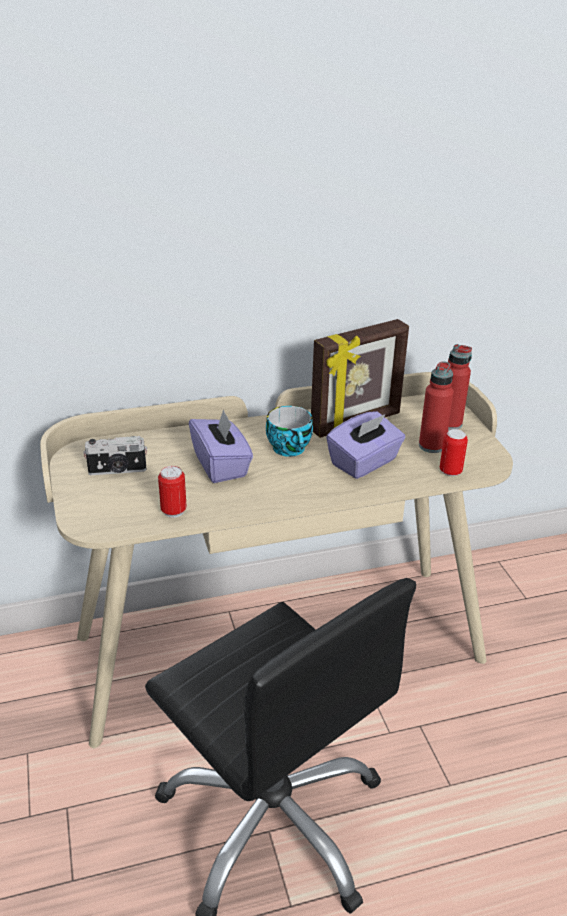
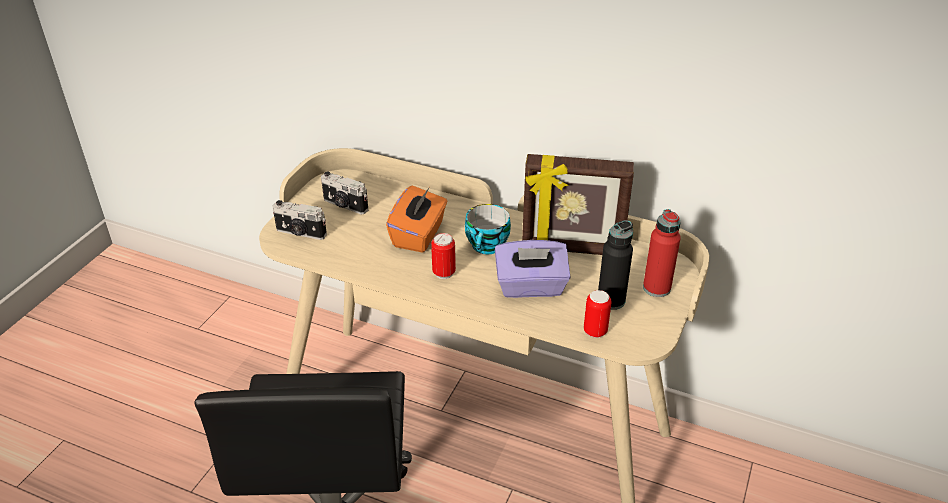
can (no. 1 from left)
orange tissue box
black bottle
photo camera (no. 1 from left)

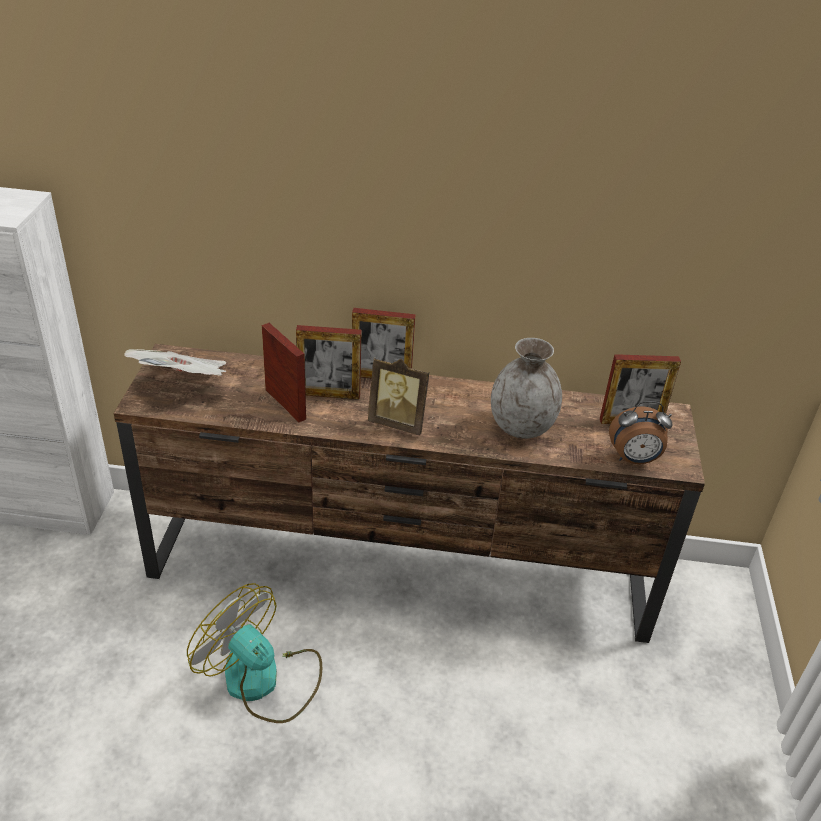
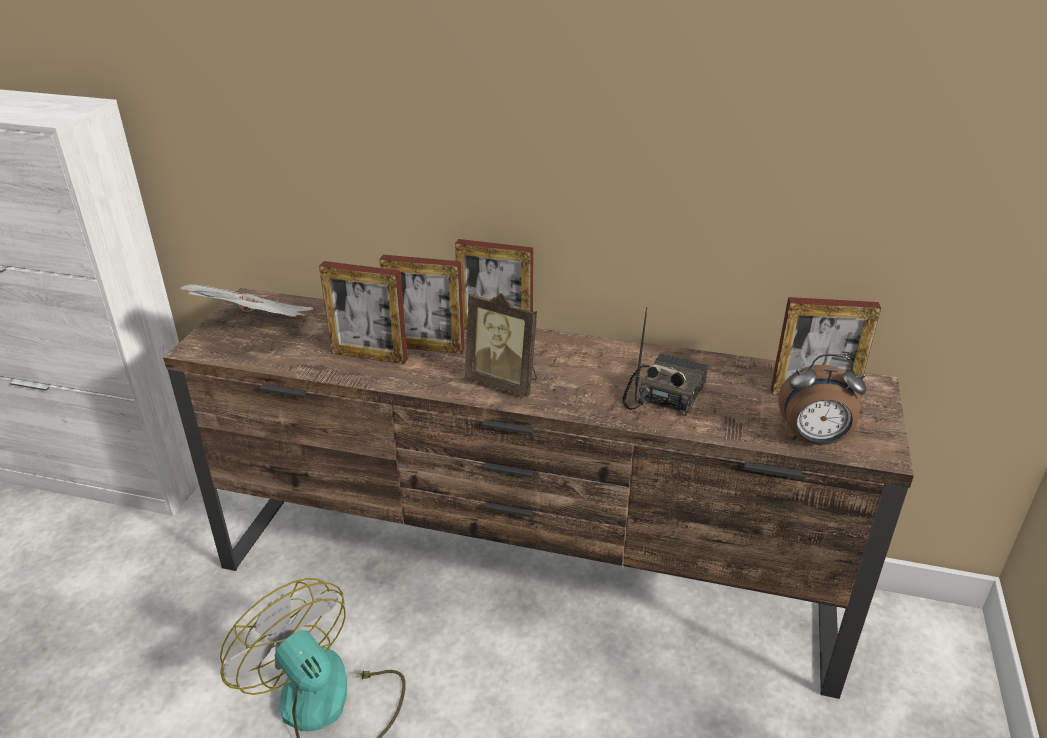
picture frame (no. 1 from left)
radio

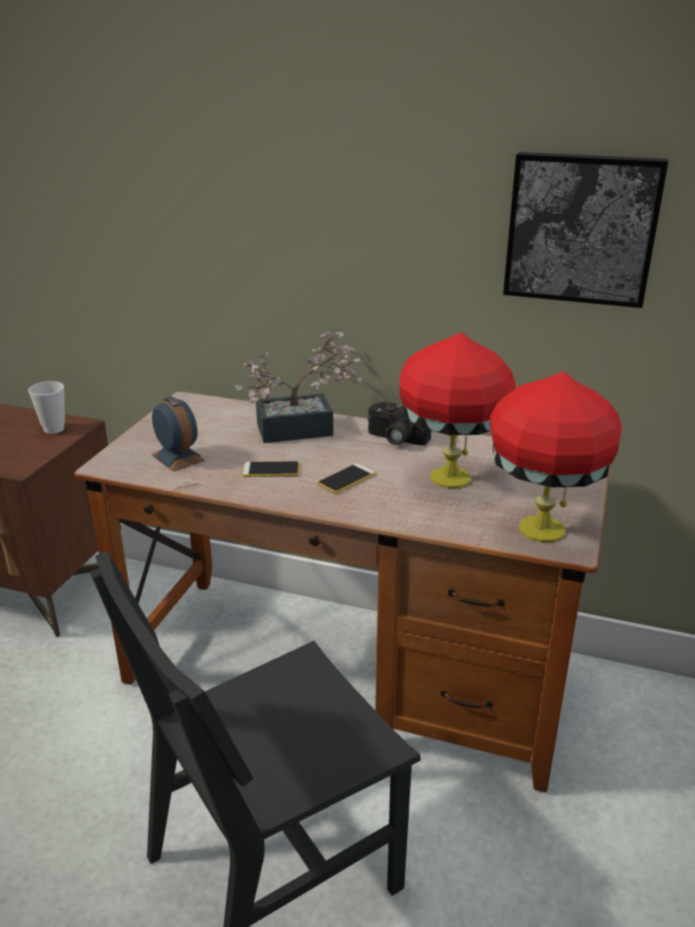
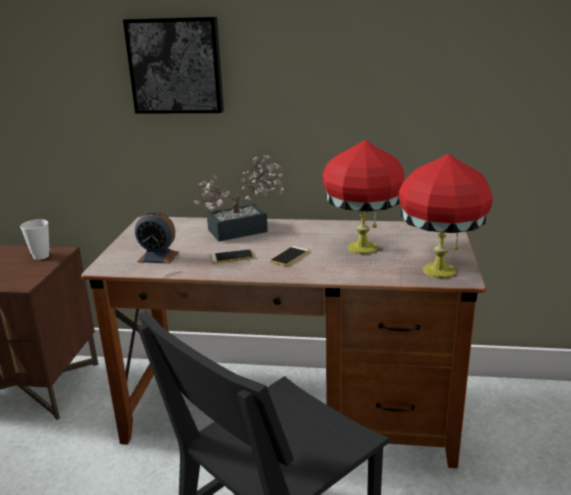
alarm clock
photo camera
picture

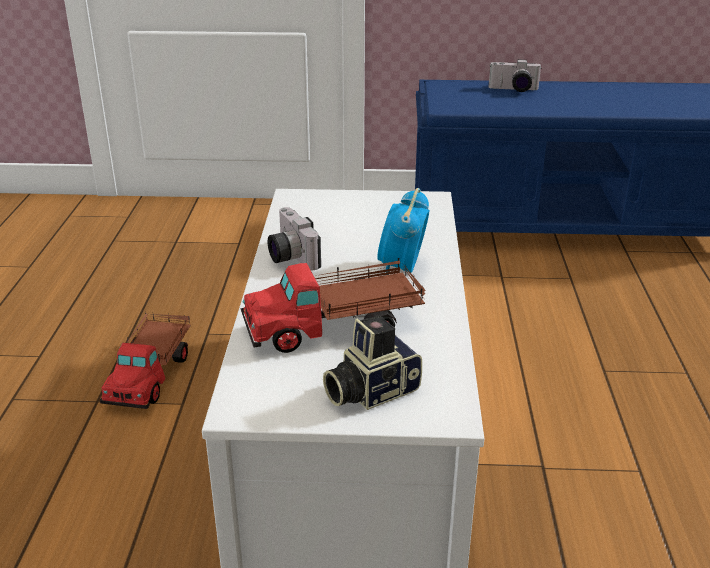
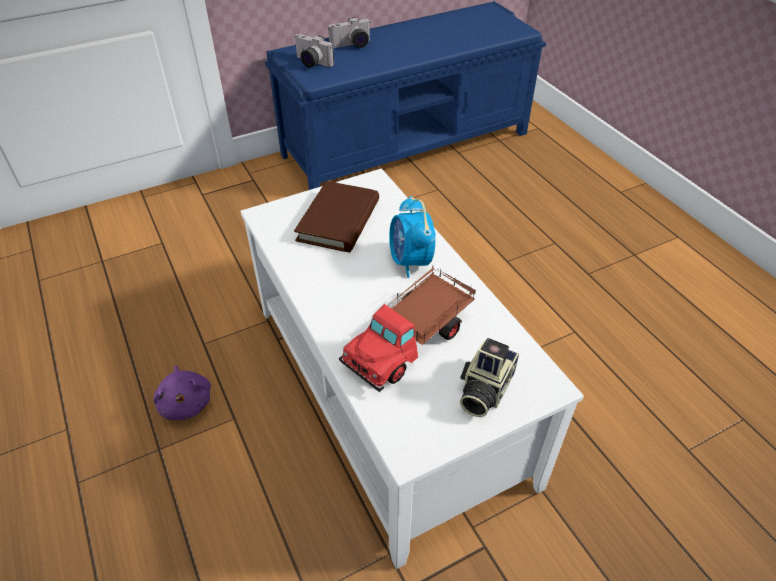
purple plush toy
photo camera (no. 1 from left)
brown book

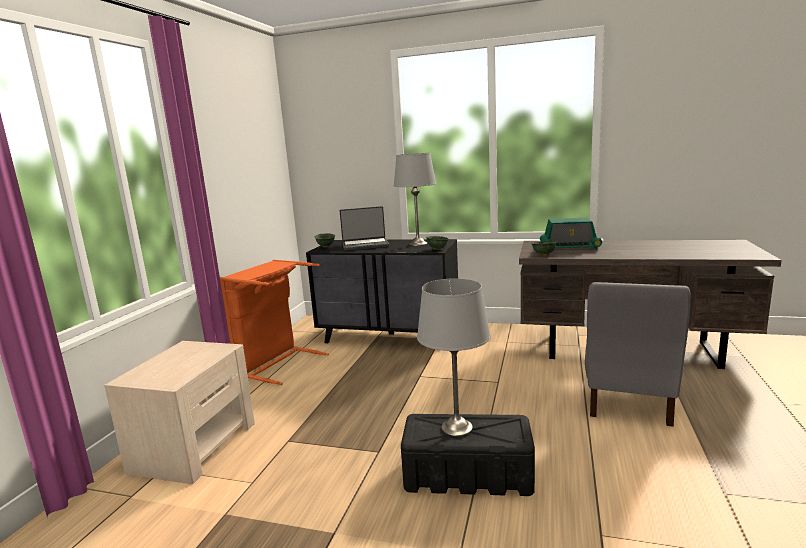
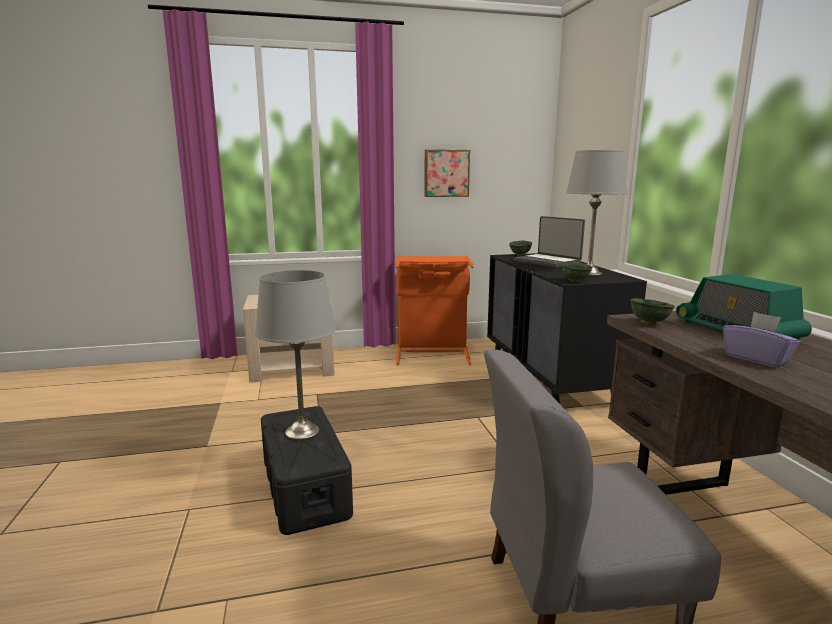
picture
purple tissue box

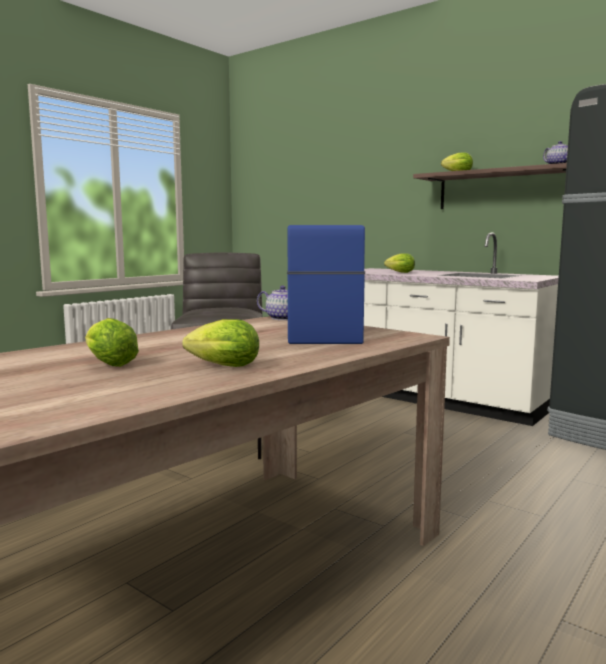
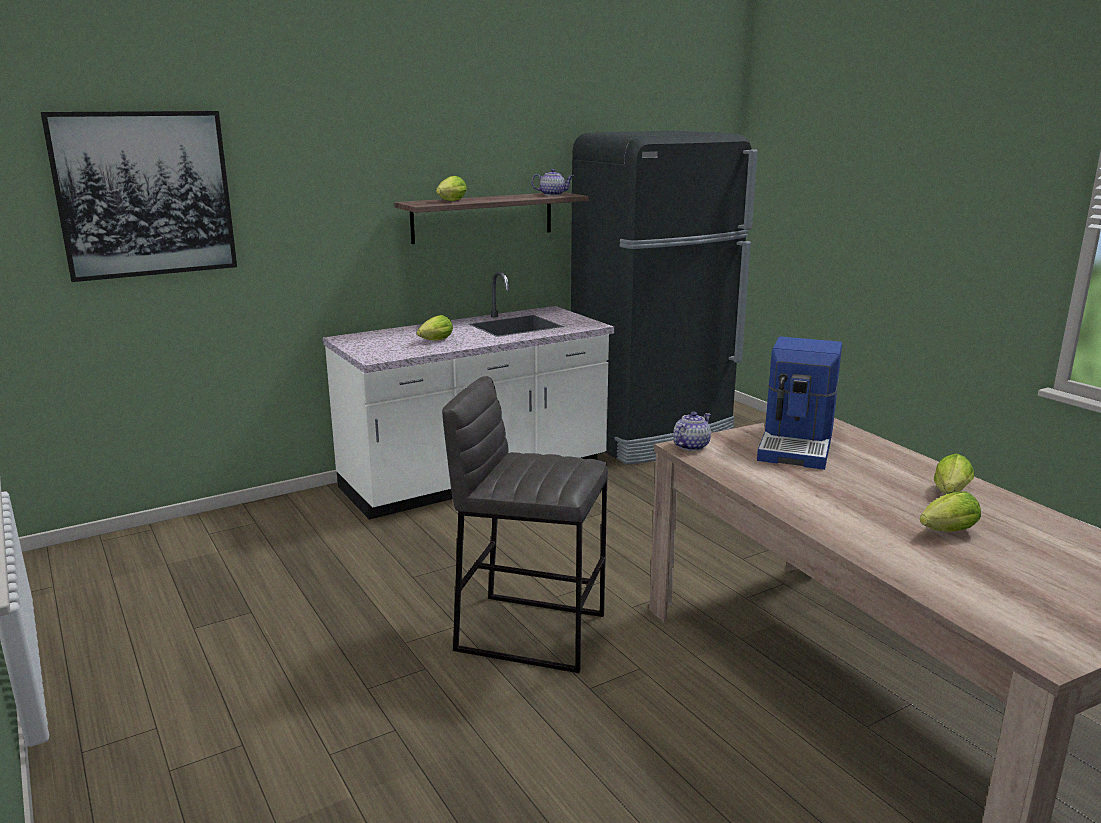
coffee machine
picture

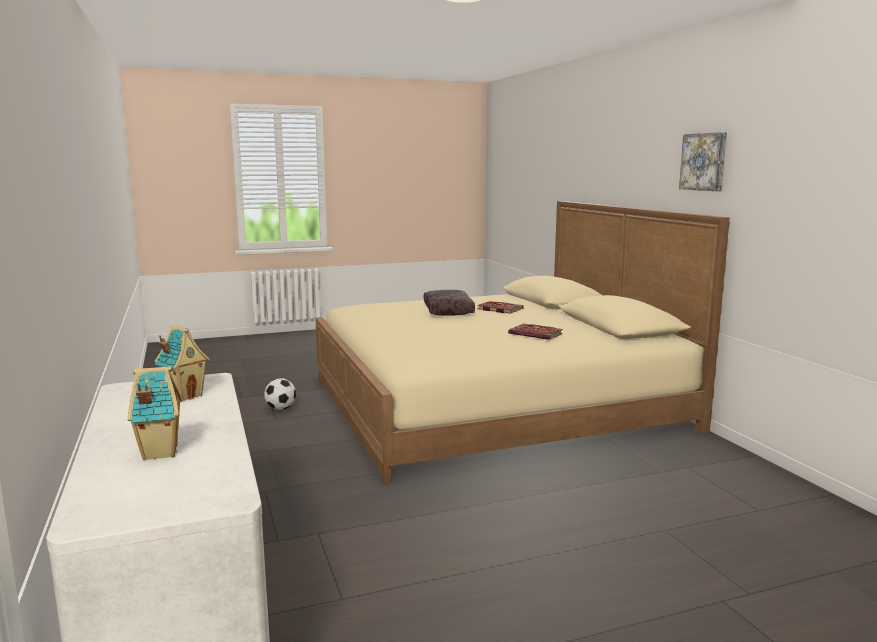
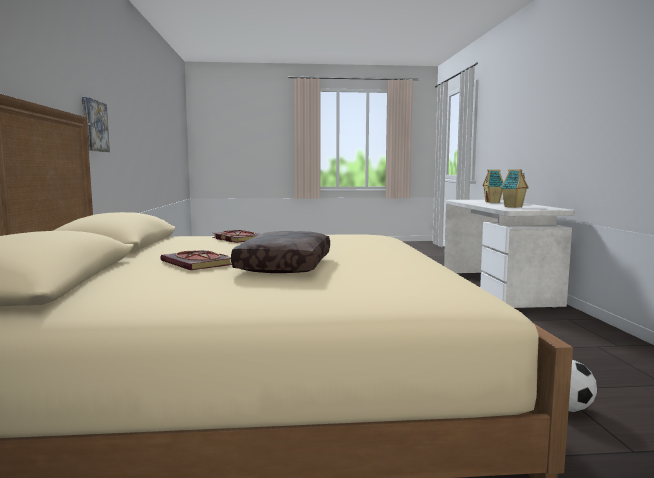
picture

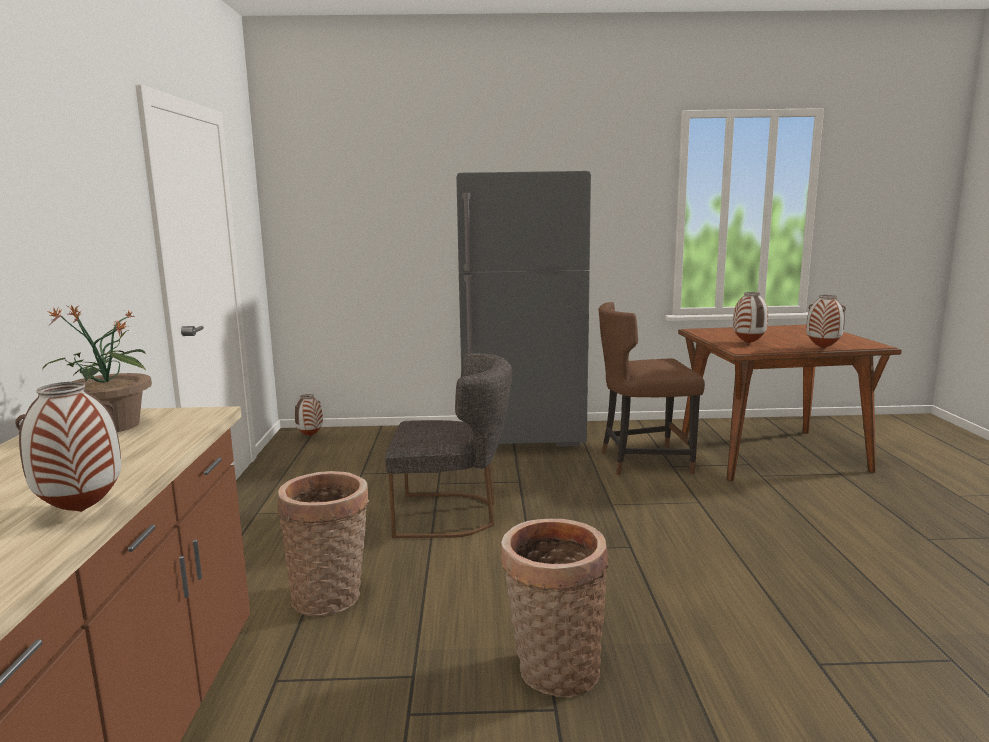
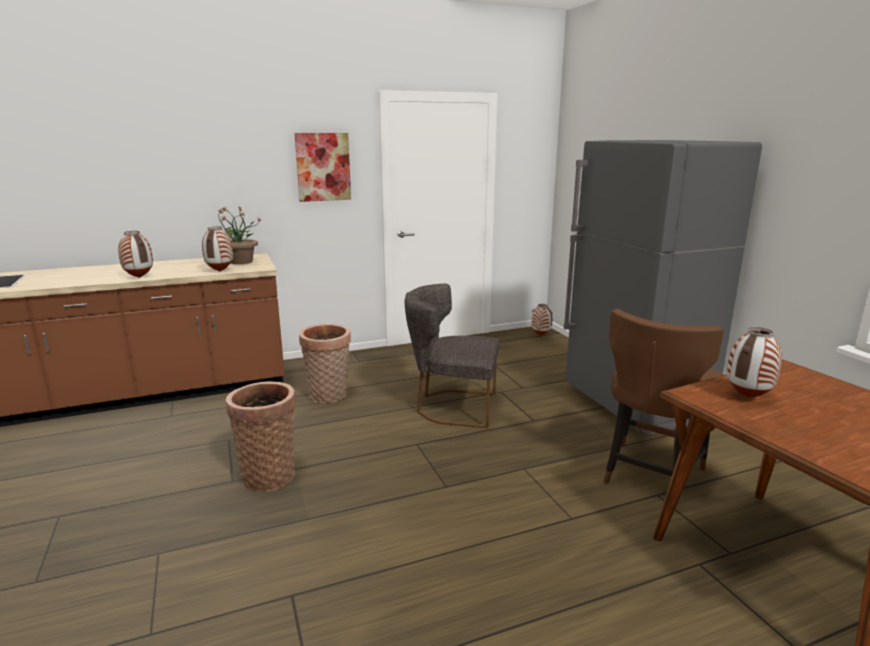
grey chair
brown chair
vase (no. 2 from left)
picture

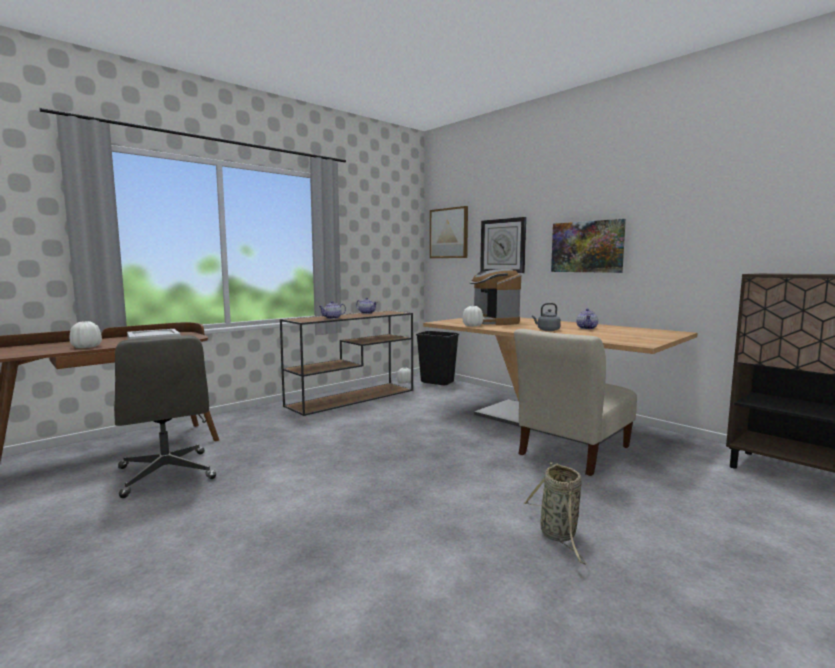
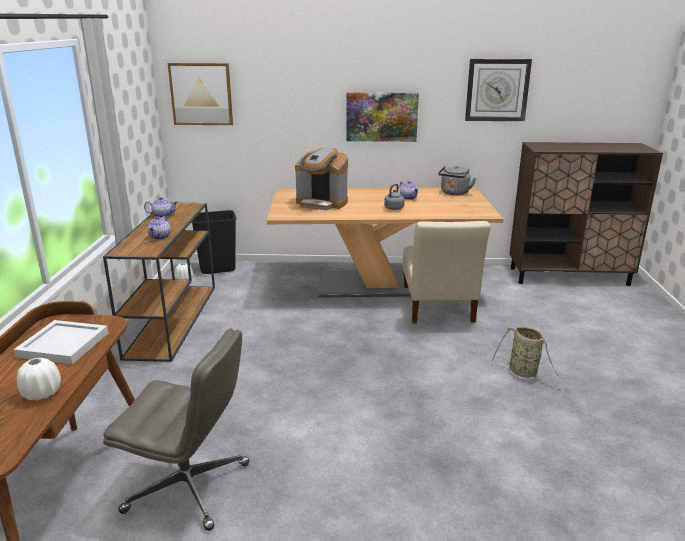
white vase (no. 3 from left in the first image)
wall clock
grey kettle (no. 2 from left)

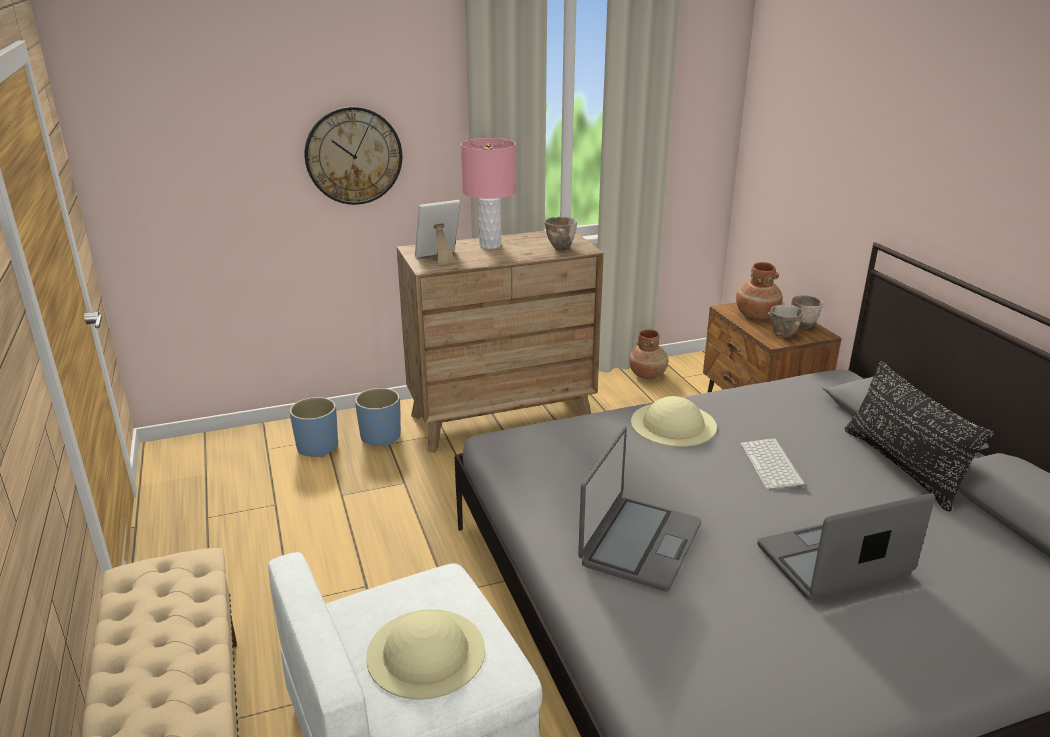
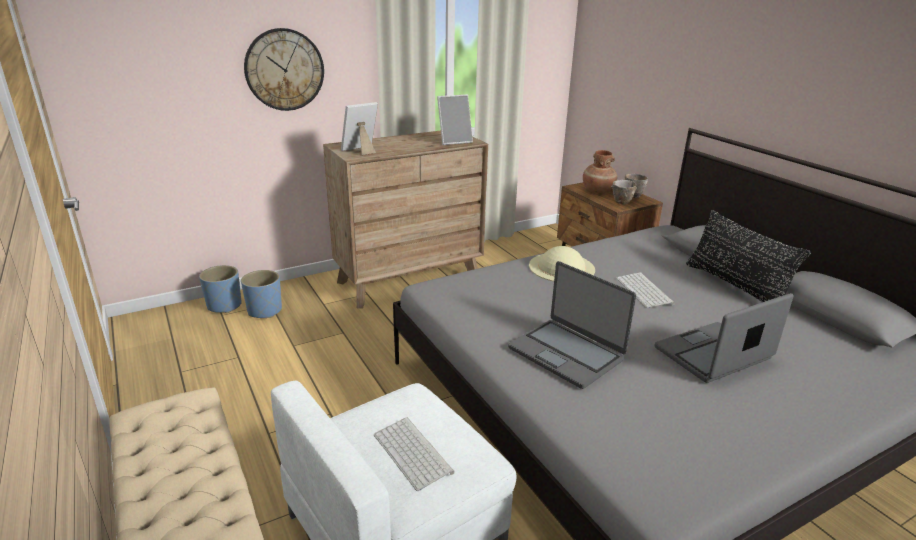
blue planter (no. 1 from left)
keyboard (no. 1 from left)
pink table lamp
picture frame (no. 2 from left)
laptop (no. 1 from left)
brown vase (no. 1 from left in the first image)

